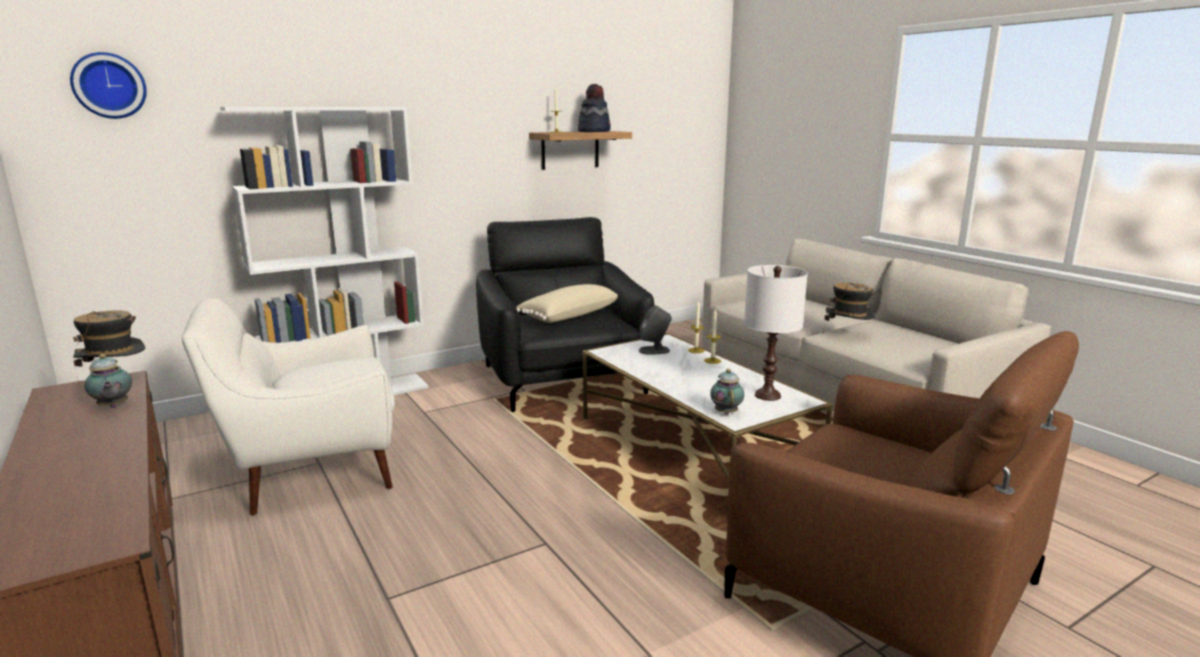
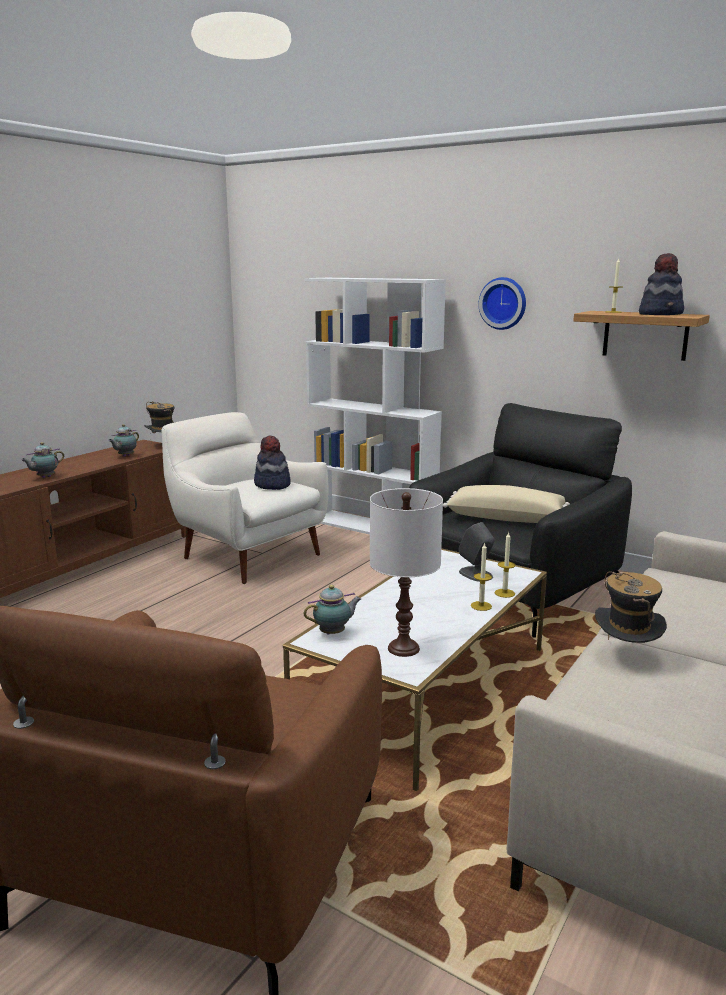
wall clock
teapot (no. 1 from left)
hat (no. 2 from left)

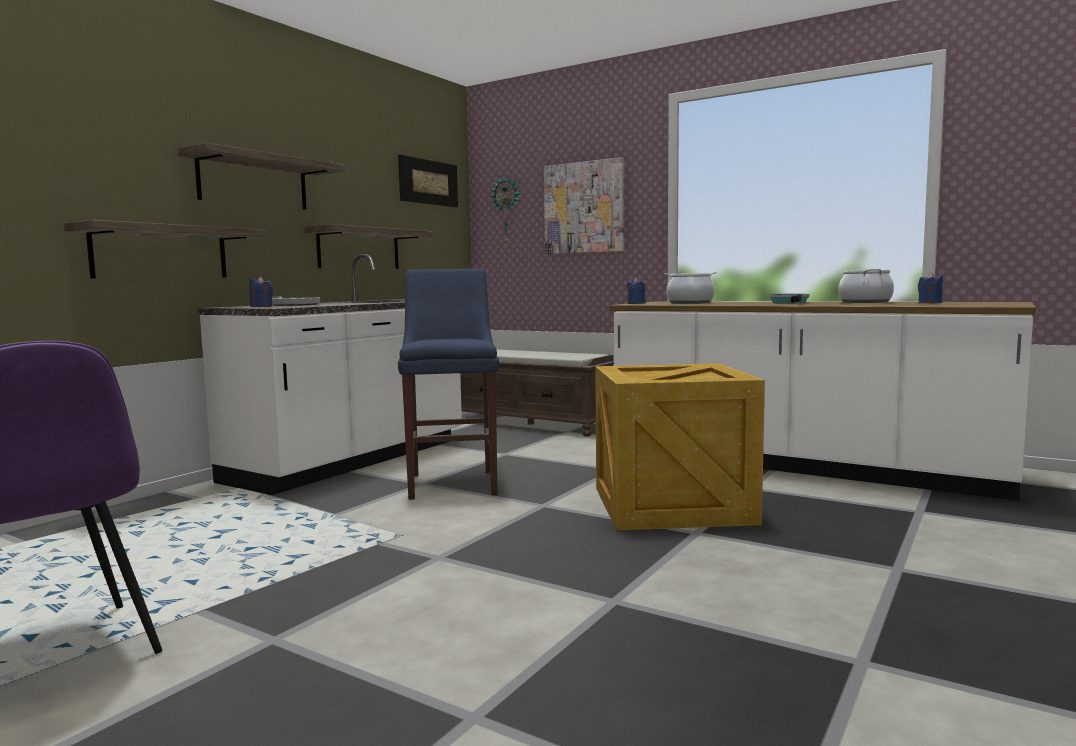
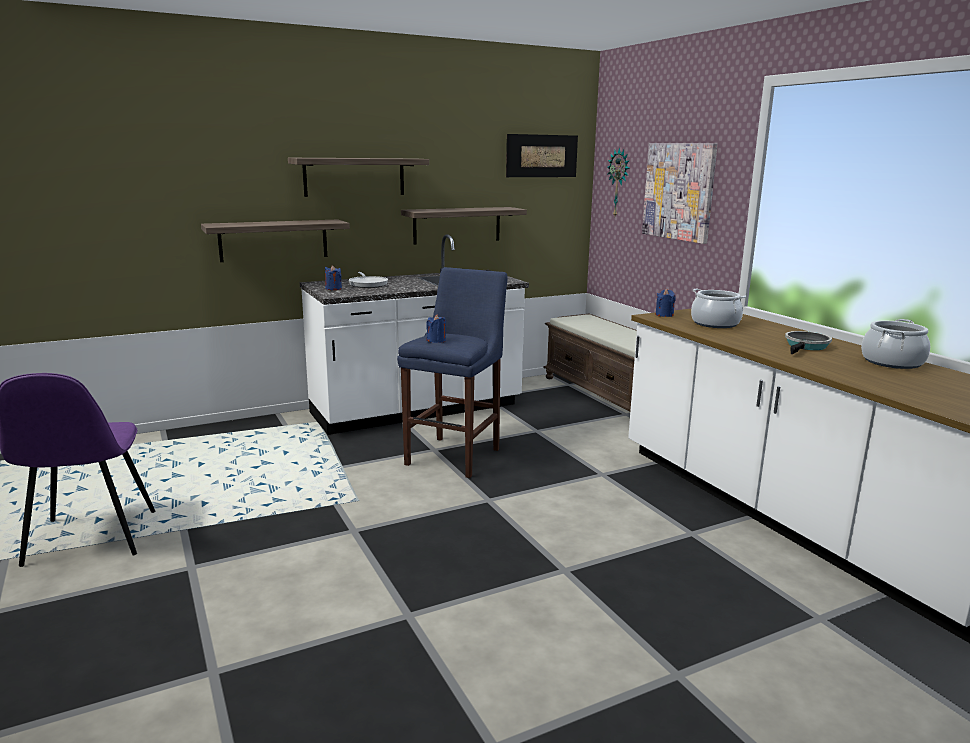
crate
blue candle (no. 2 from left)

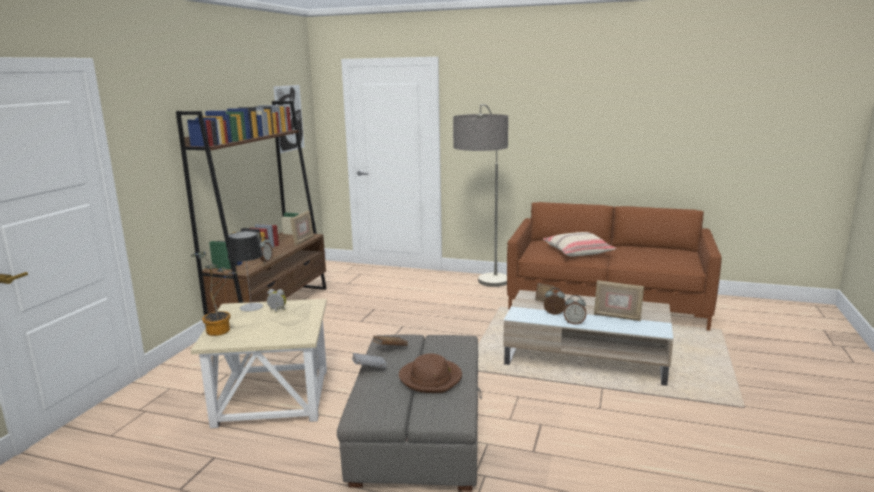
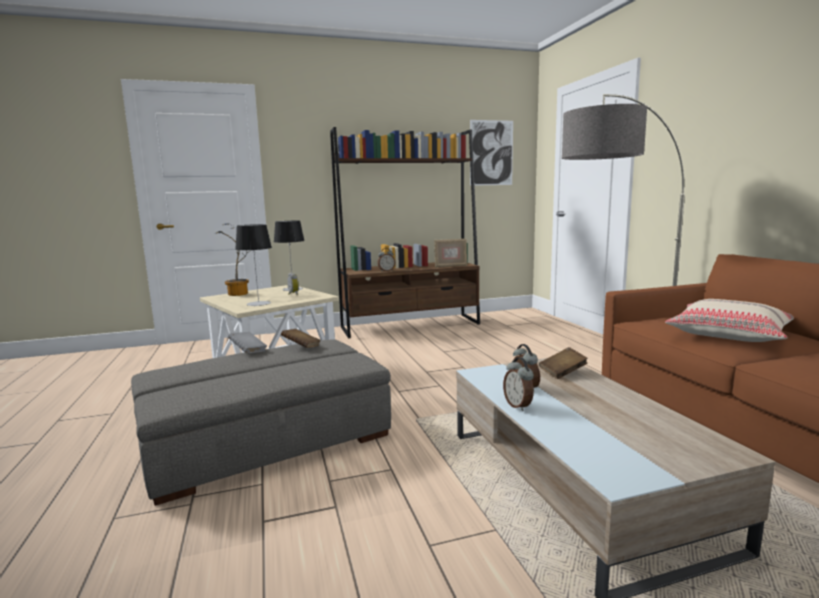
brown hat
picture frame (no. 2 from left in the first image)
table lamp (no. 1 from left)

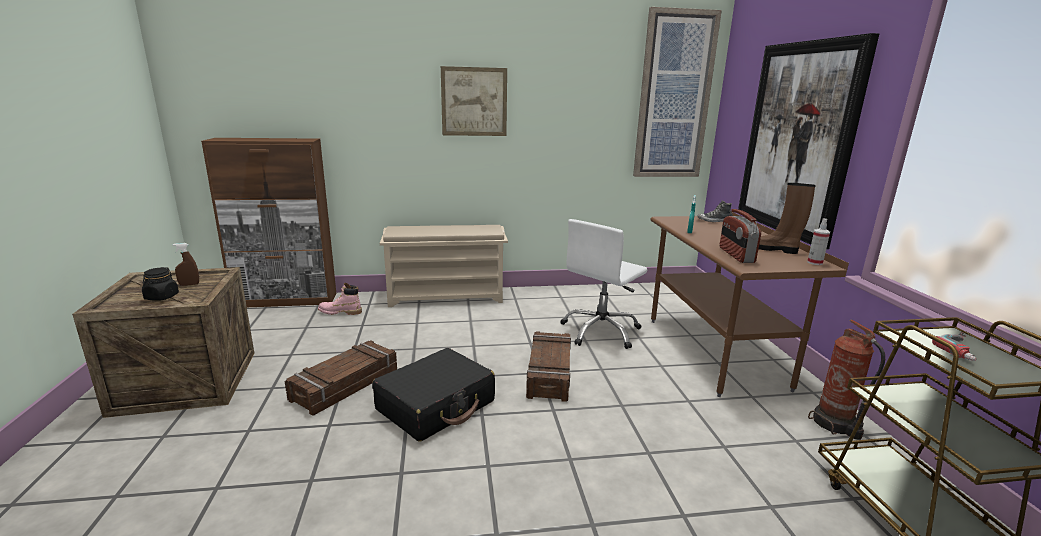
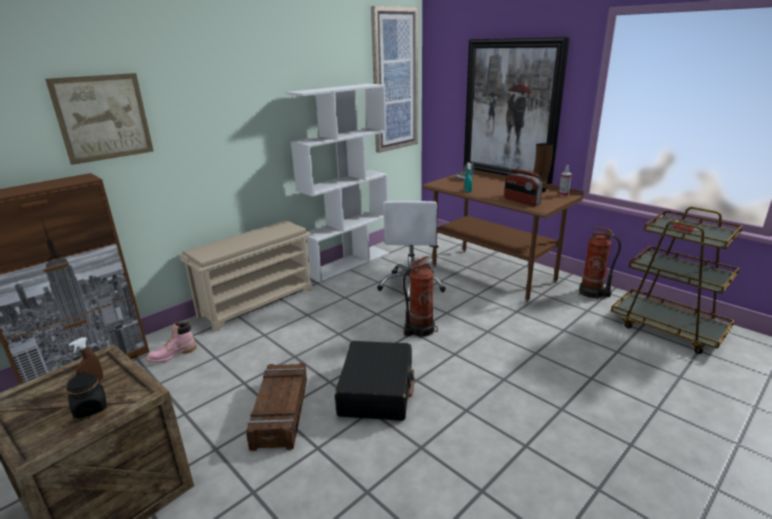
picture (no. 1 from left)
fire extinguisher (no. 1 from left)
white bookcase

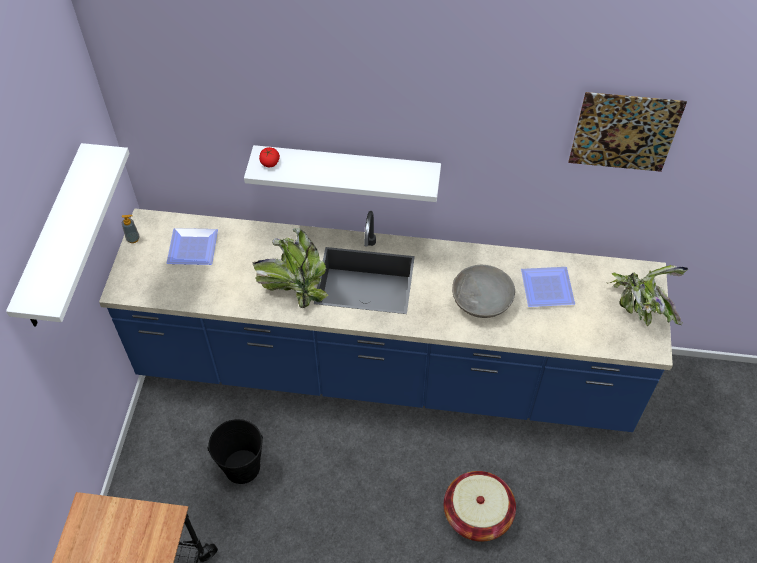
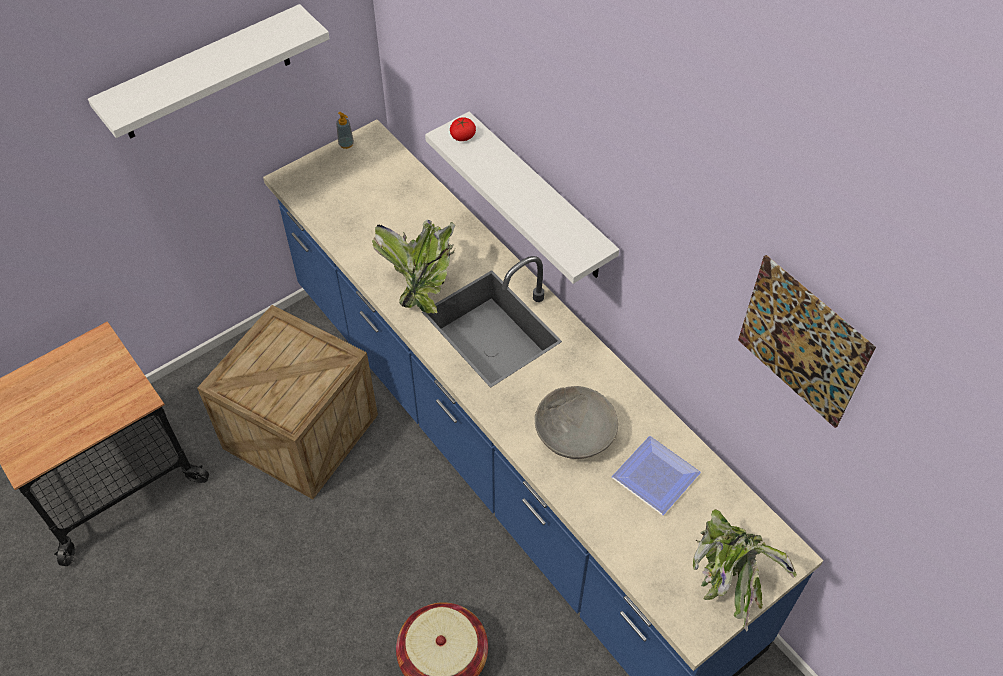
plate (no. 1 from left in the first image)
crate

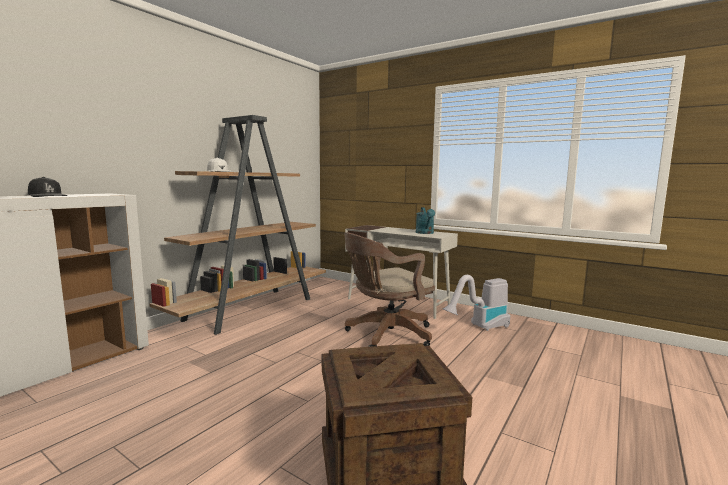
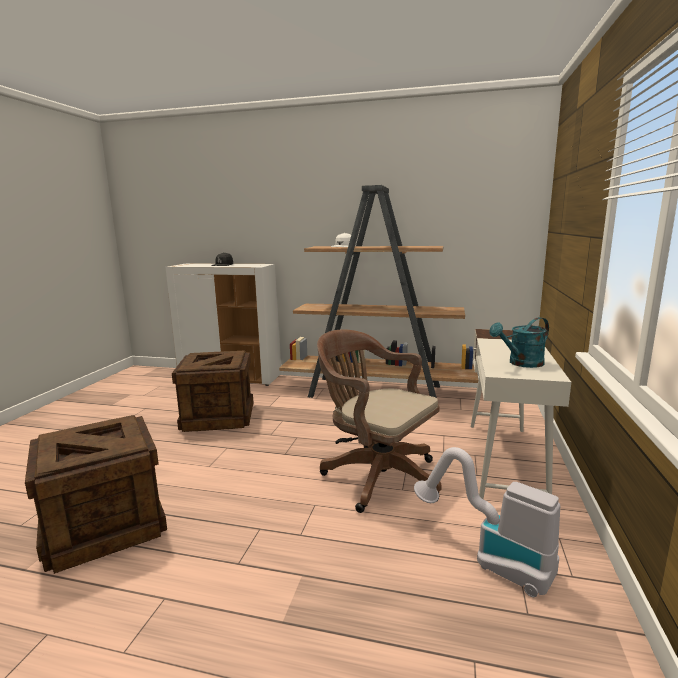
crate (no. 2 from left)

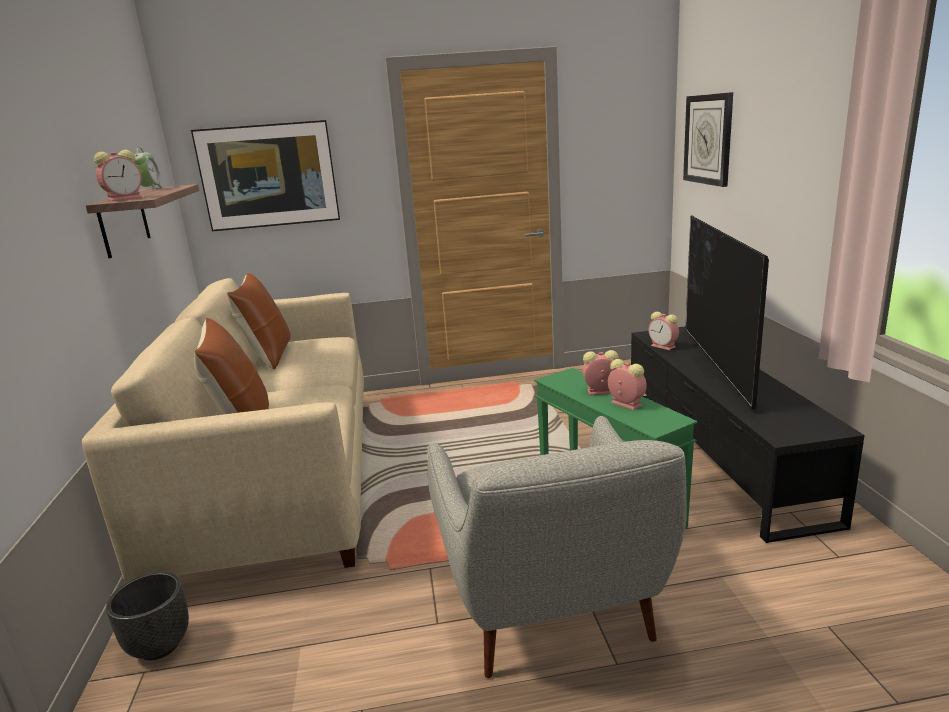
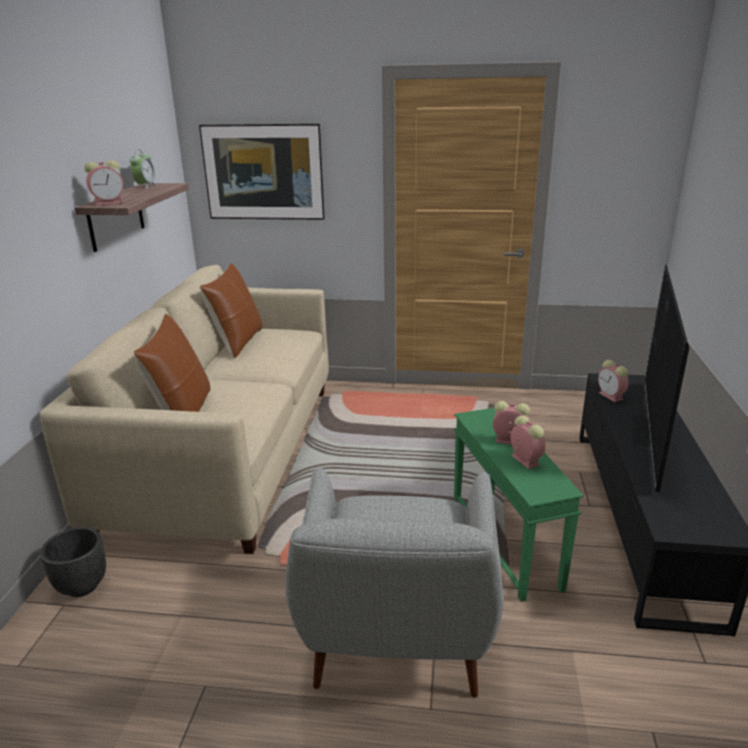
wall clock

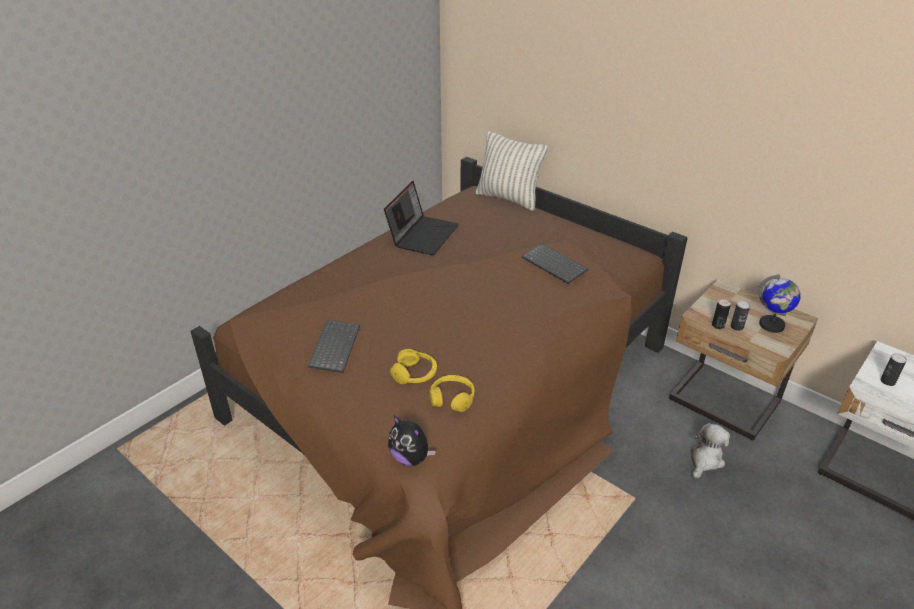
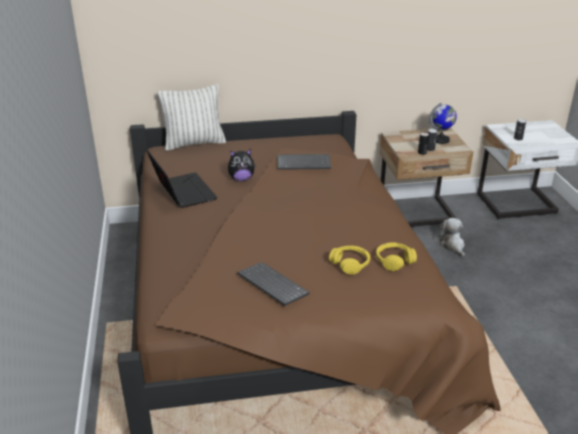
plush toy (no. 1 from left)

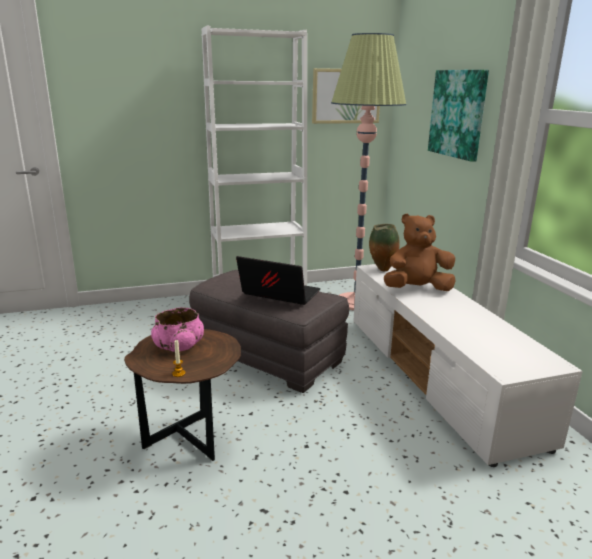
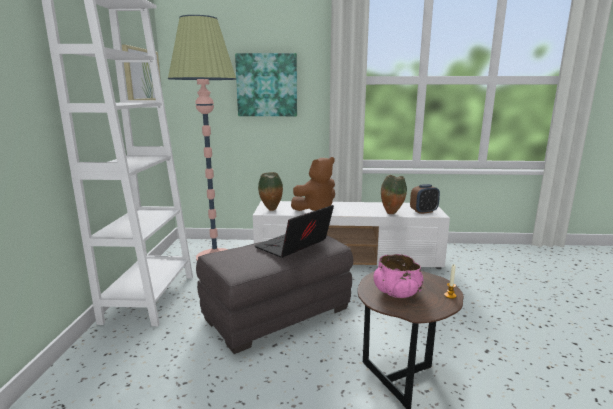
brown plush toy
vase (no. 2 from left)
alarm clock

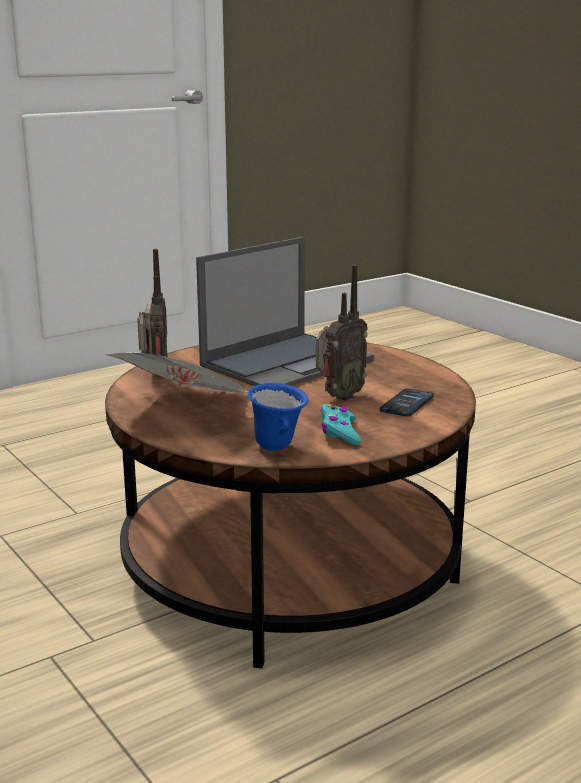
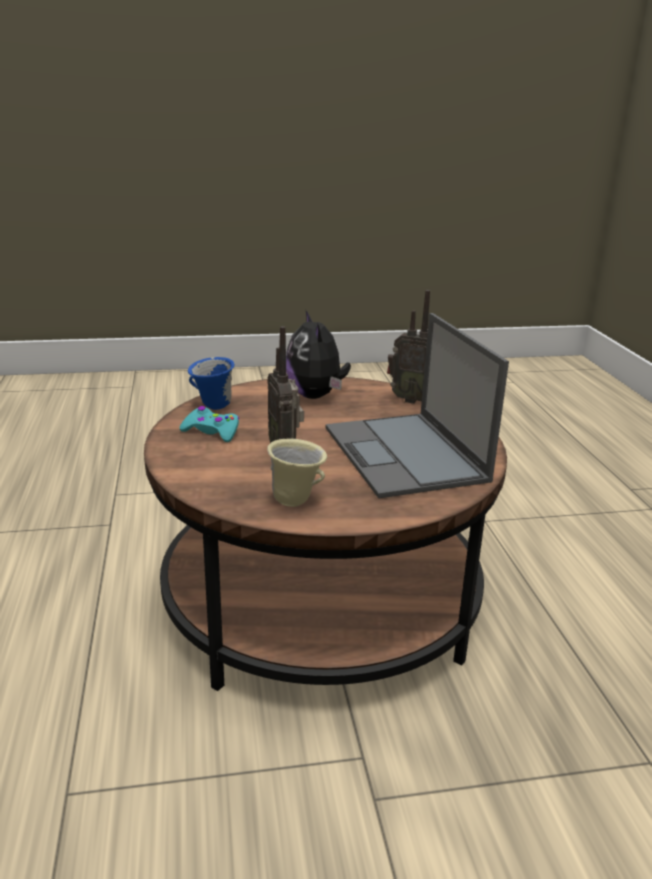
plush toy
phone
beige mug

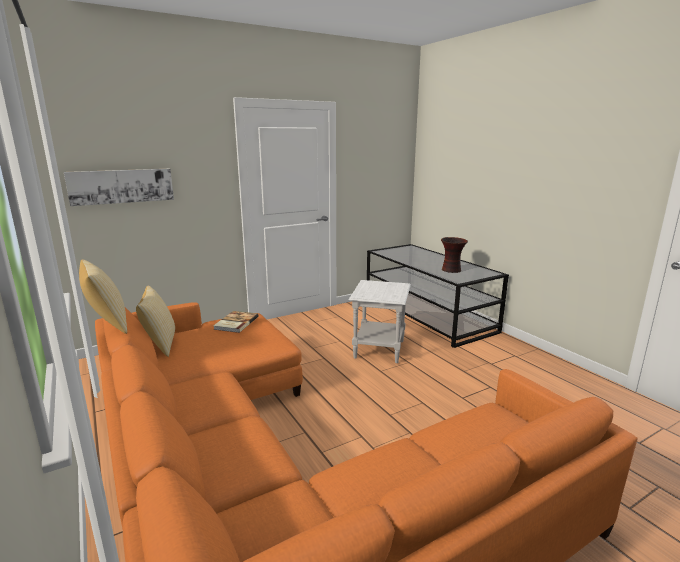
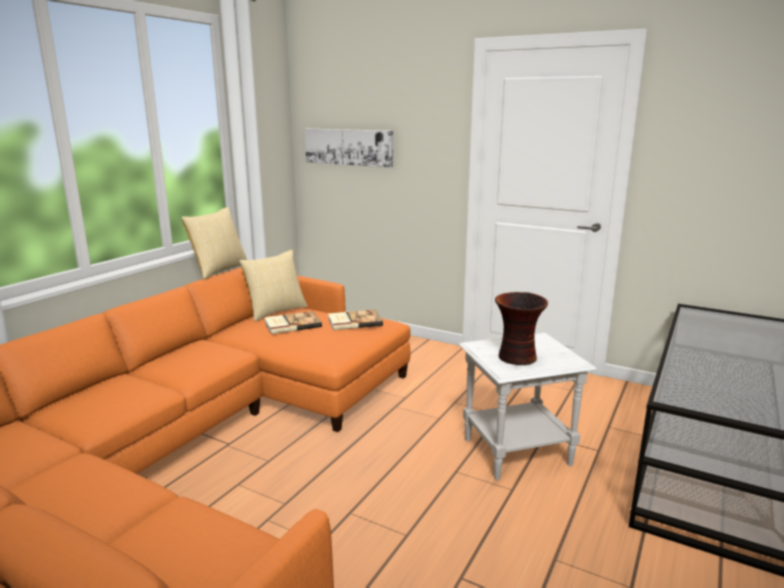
vase
book (no. 1 from left)

